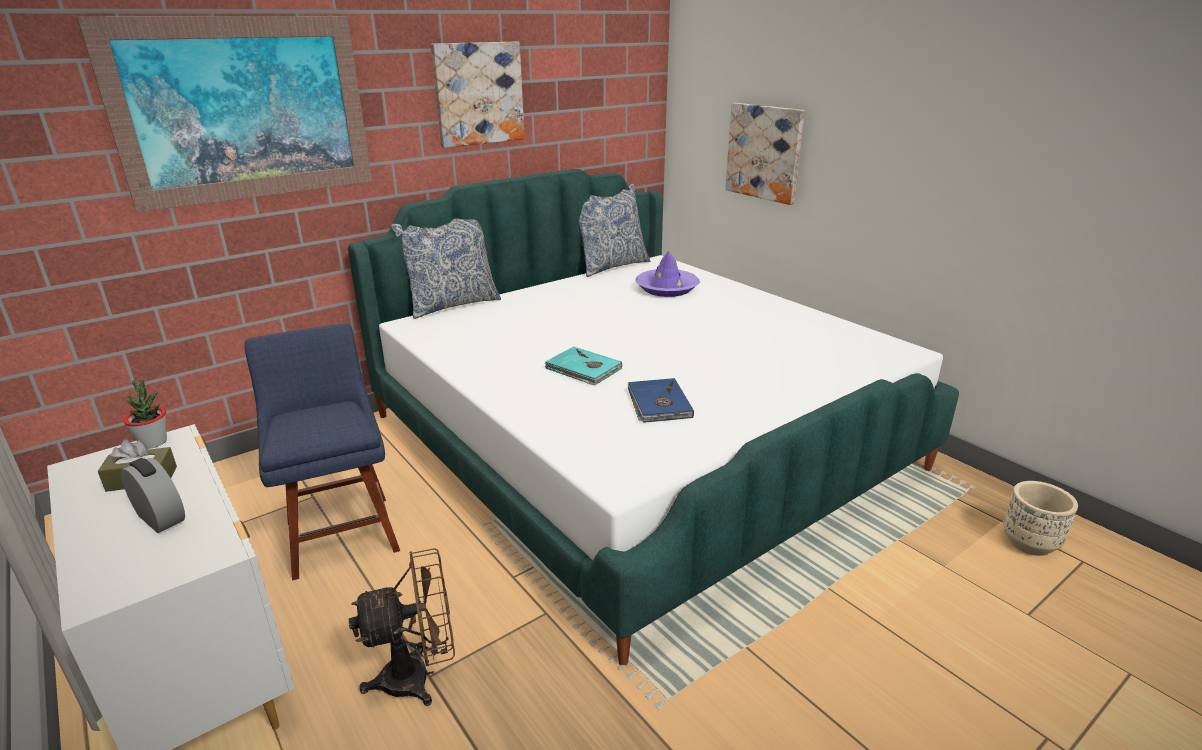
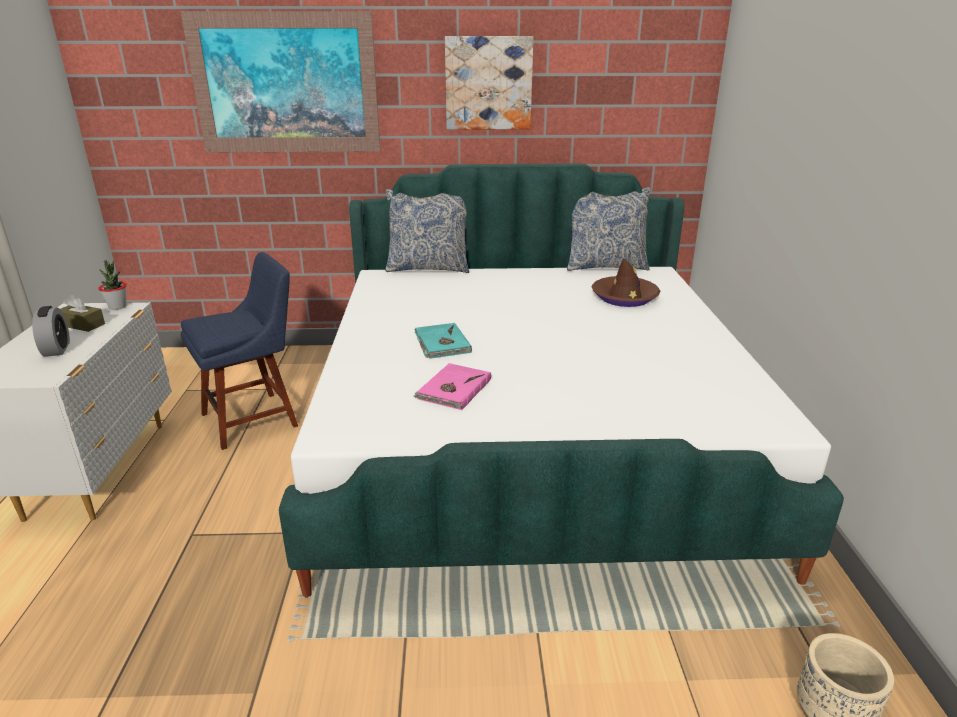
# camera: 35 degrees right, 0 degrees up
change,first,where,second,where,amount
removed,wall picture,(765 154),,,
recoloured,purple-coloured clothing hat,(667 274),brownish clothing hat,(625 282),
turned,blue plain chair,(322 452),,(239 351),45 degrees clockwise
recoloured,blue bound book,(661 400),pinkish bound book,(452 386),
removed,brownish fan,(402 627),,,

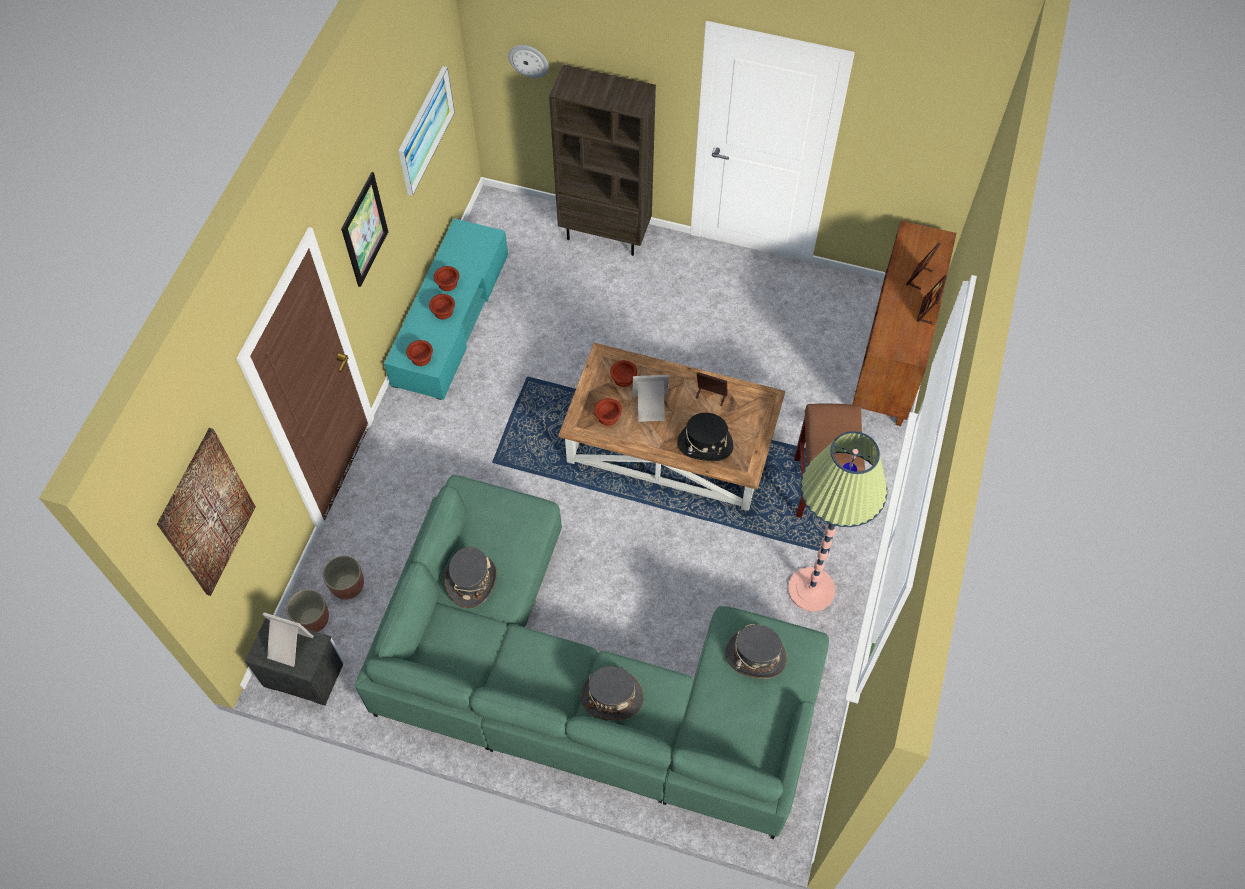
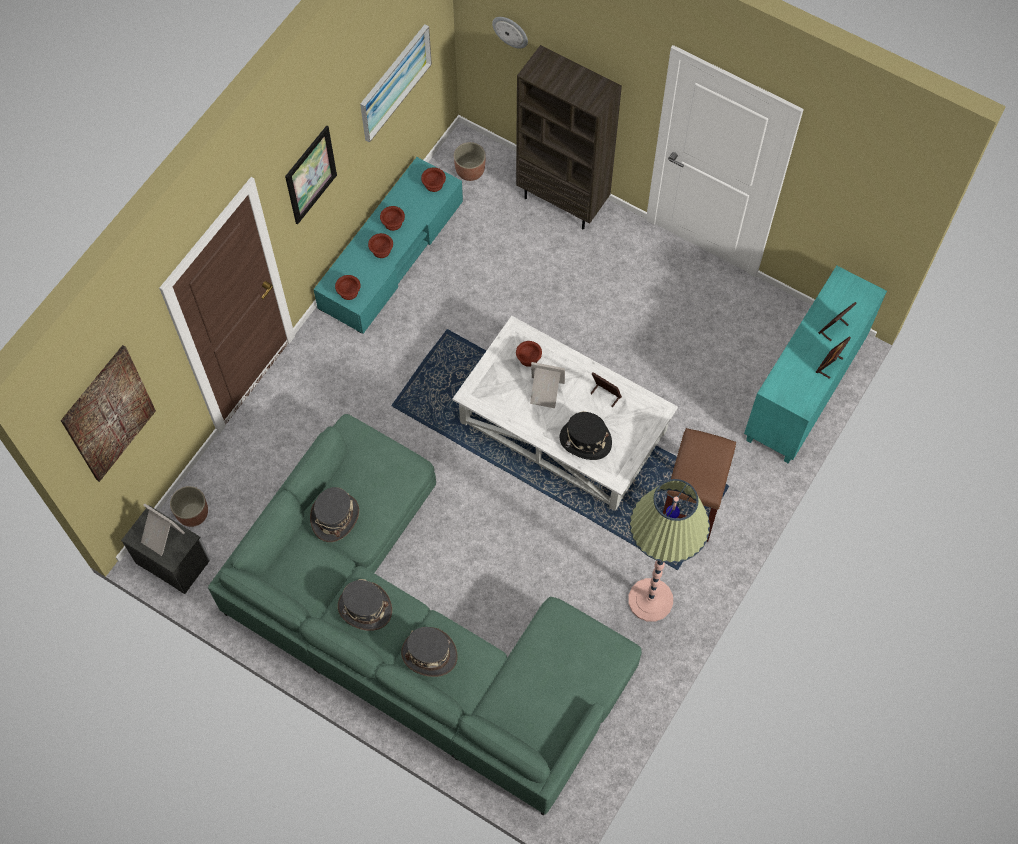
# camera: 15 degrees right, 5 degrees up
change,first,where,second,where,amount
recoloured,brownish storage cabinet,(904 323),turquoise storage cabinet,(815 364),
recoloured,brownish coffee table,(672 427),whitish coffee table,(565 413),
moved,brownish serving bowl,(608 411),,(433 179),
moved,planter,(343 578),,(470 161),
moved,gray clothing hat,(756 651),,(365 605),

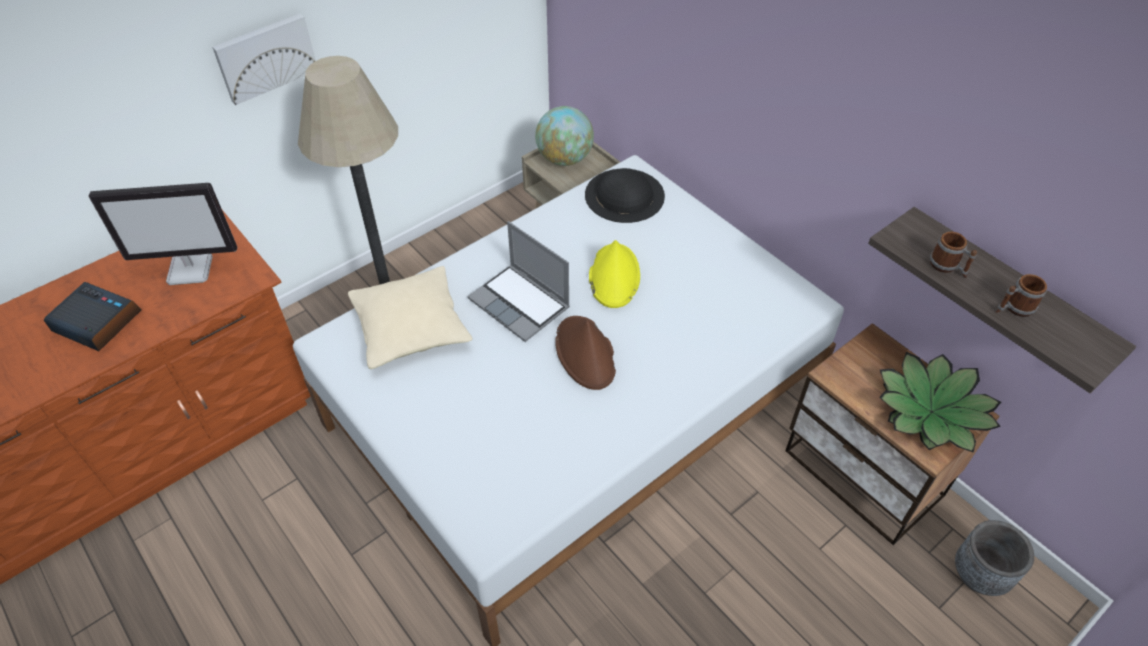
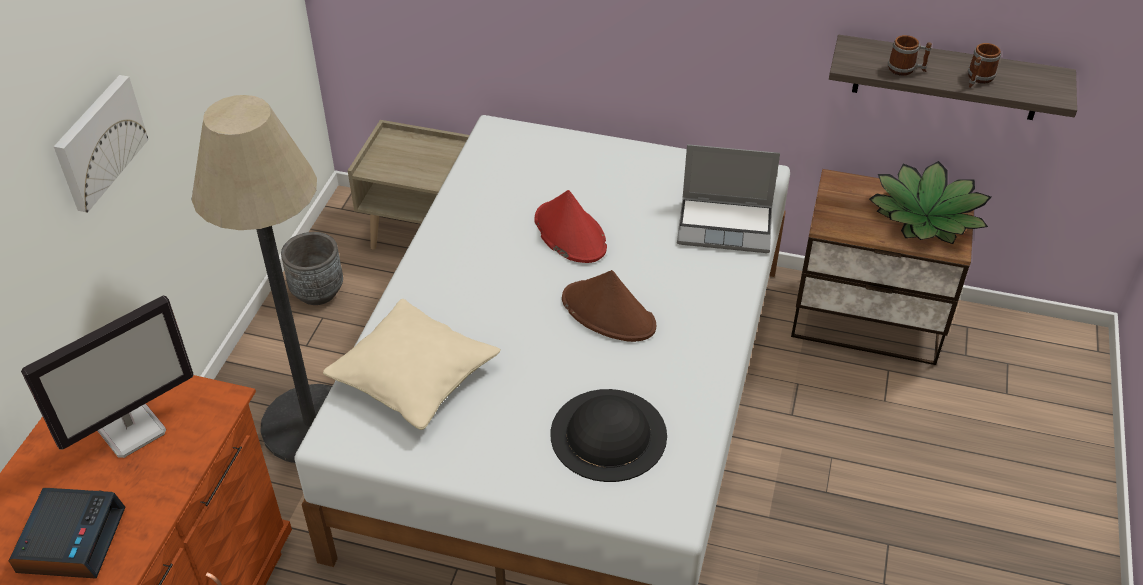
# camera: 35 degrees left, 5 degrees down
change,first,where,second,where,amount
removed,globe,(564 136),,,
moved,black-coloured clothing hat,(625 195),,(608 435),
moved,notebook computer,(519 281),,(728 198),
recoloured,yellow clothing hat,(614 274),reddish clothing hat,(570 226),
turned,table clock,(93 316),,(67 533),105 degrees clockwise
moved,gray planter,(994 558),,(312 268),

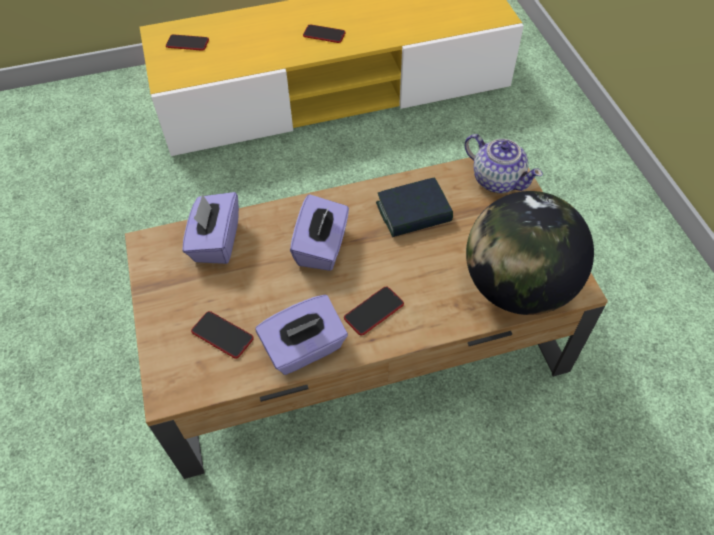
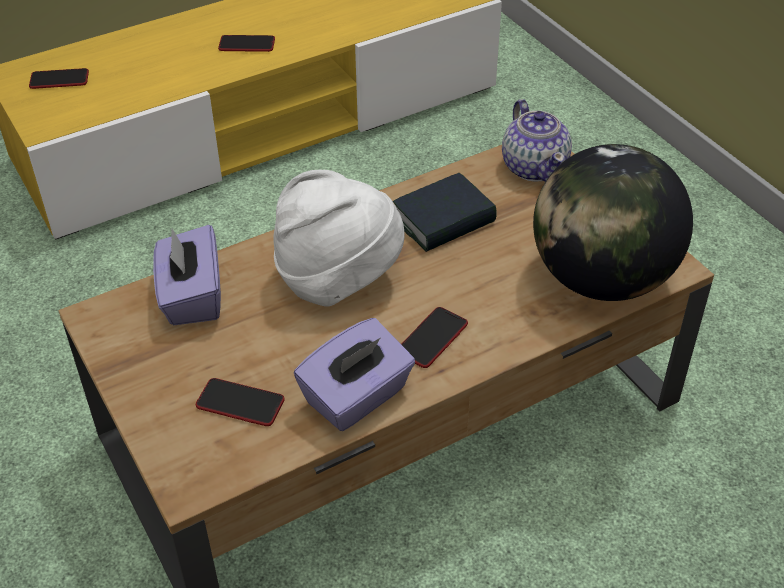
# camera: 15 degrees left, 10 degrees down
change,first,where,second,where,amount
turned,tea pot,(503 163),,(537 140),45 degrees clockwise
replaced,purple-coloured tissue box,(319 232),whitish clothing hat,(338 238),

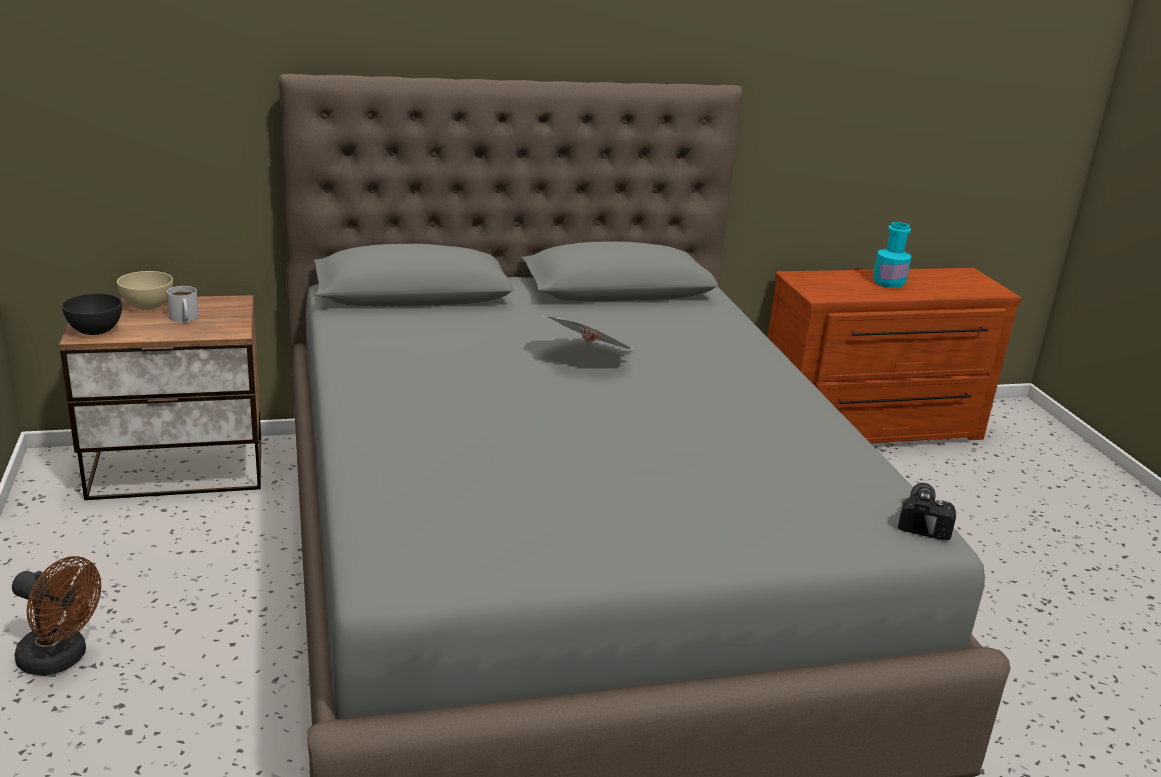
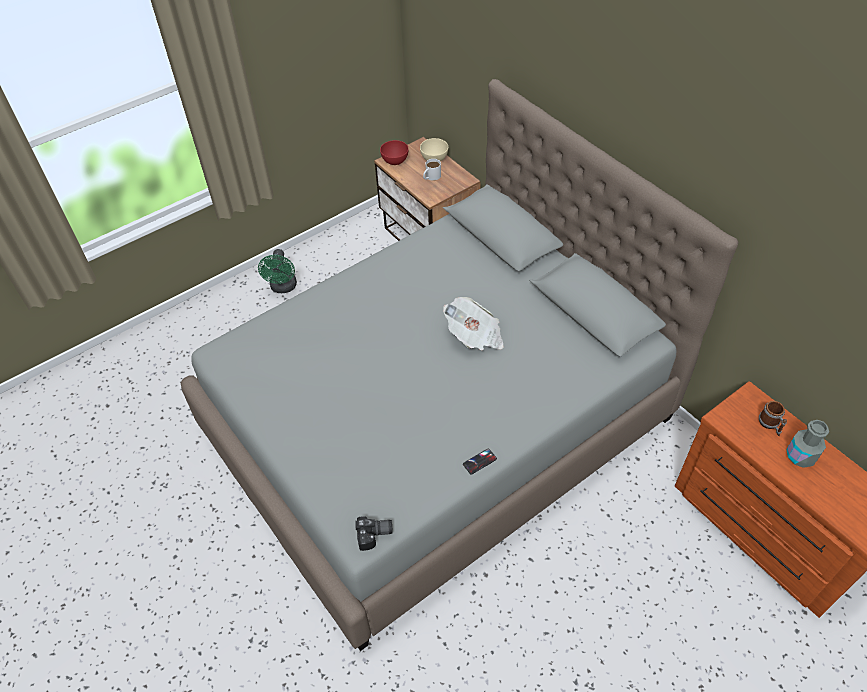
# camera: 70 degrees right, 25 degrees up
change,first,where,second,where,amount
recoloured,turquoise drink bottle,(892 255),gray drink bottle,(808 444),
recoloured,gray serving bowl,(92 314),reddish serving bowl,(394 152),
recoloured,brownish fan,(56 616),greenish fan,(277 271),
added,,,mug,(773 418),
added,,,telephone,(480 462),

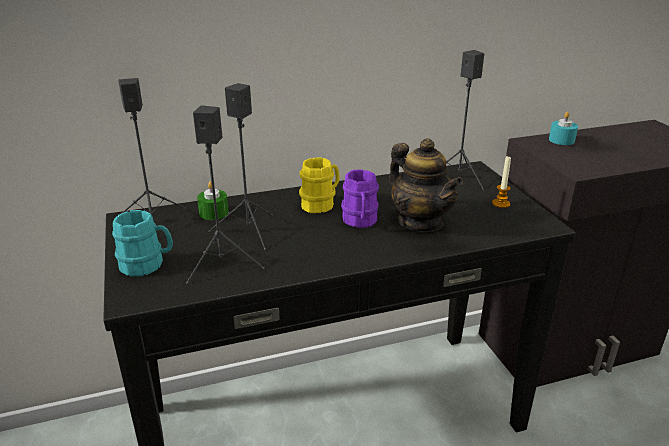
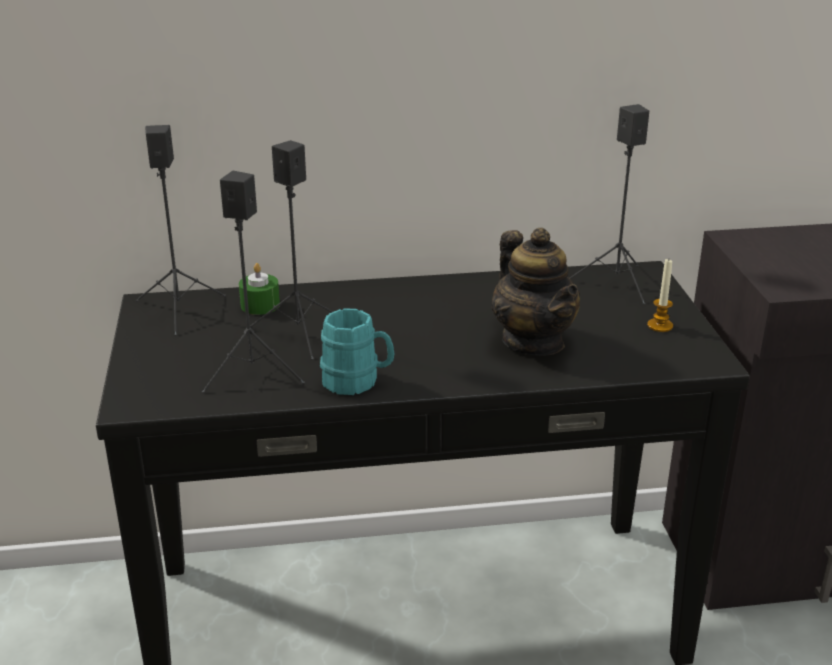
# camera: 10 degrees right, 0 degrees up
change,first,where,second,where,amount
removed,turquoise wax candle,(563 128),,,
removed,yellow mug,(319 185),,,
removed,purple-coloured mug,(360 198),,,
moved,turquoise mug,(142 243),,(357 351),

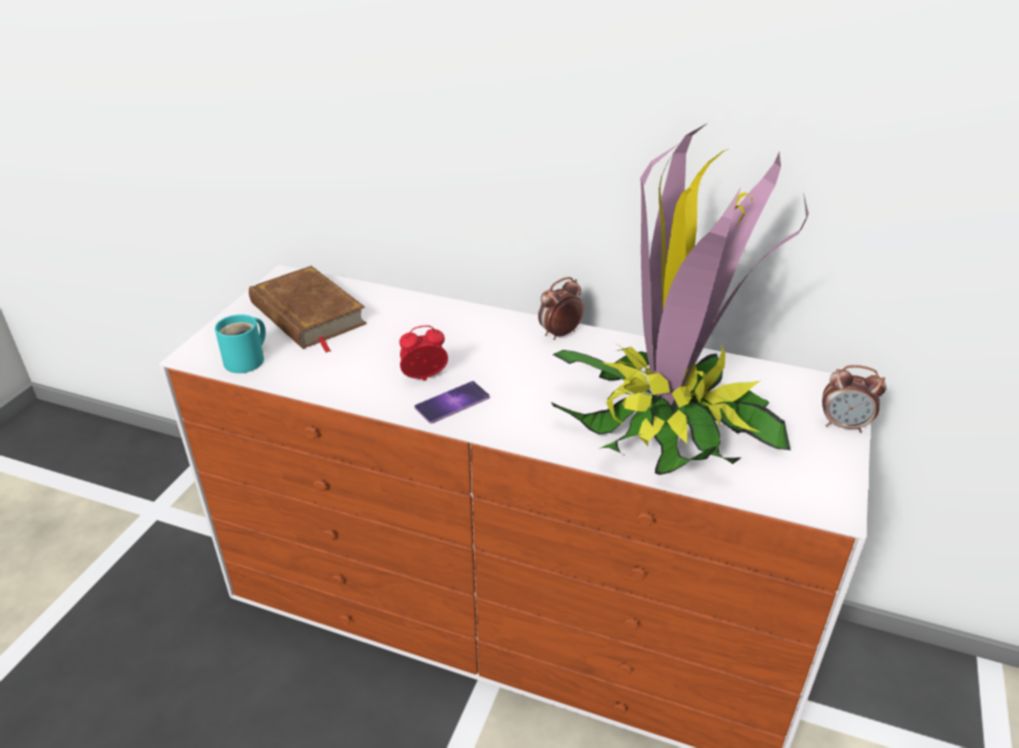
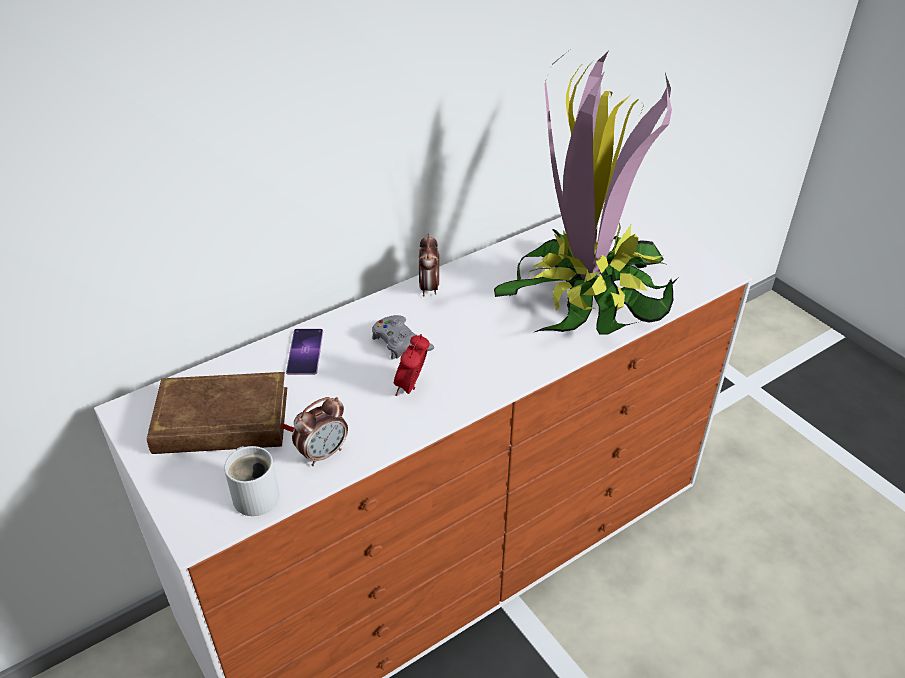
# camera: 55 degrees left, 5 degrees up
change,first,where,second,where,amount
recoloured,turquoise mug,(240 343),whitish mug,(252 481),
moved,table clock,(854 399),,(320 431),
moved,telephone,(452 402),,(304 352),
added,,,gray gamepad,(403 337),

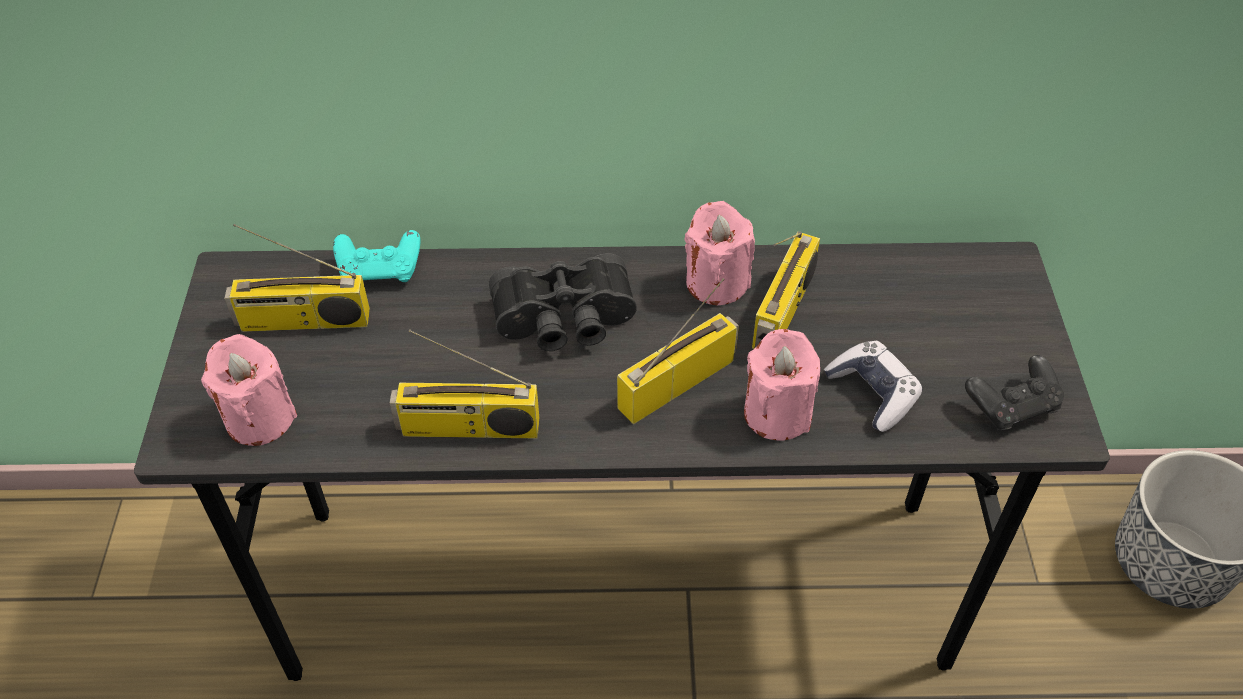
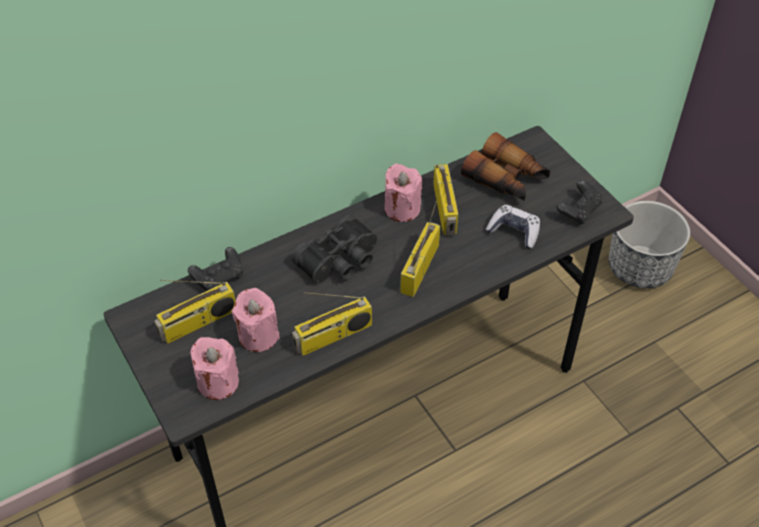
# camera: 30 degrees left, 0 degrees up
change,first,where,second,where,amount
recoloured,turquoise gamepad,(376 256),black-coloured gamepad,(215 269),
moved,pinkish wax candle,(782 385),,(256 320),
added,,,binoculars,(505 166),

